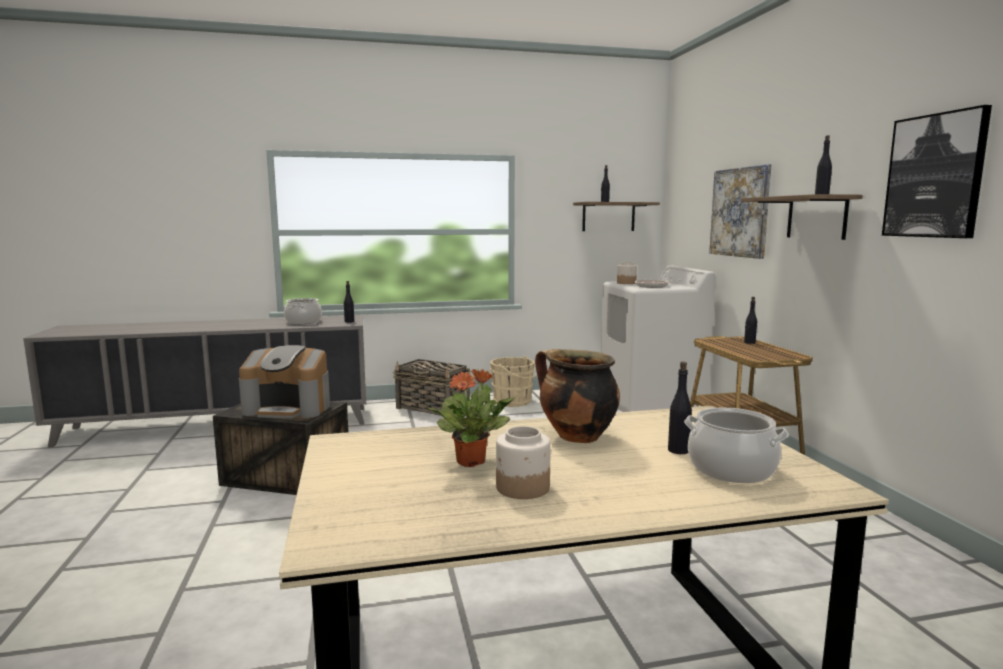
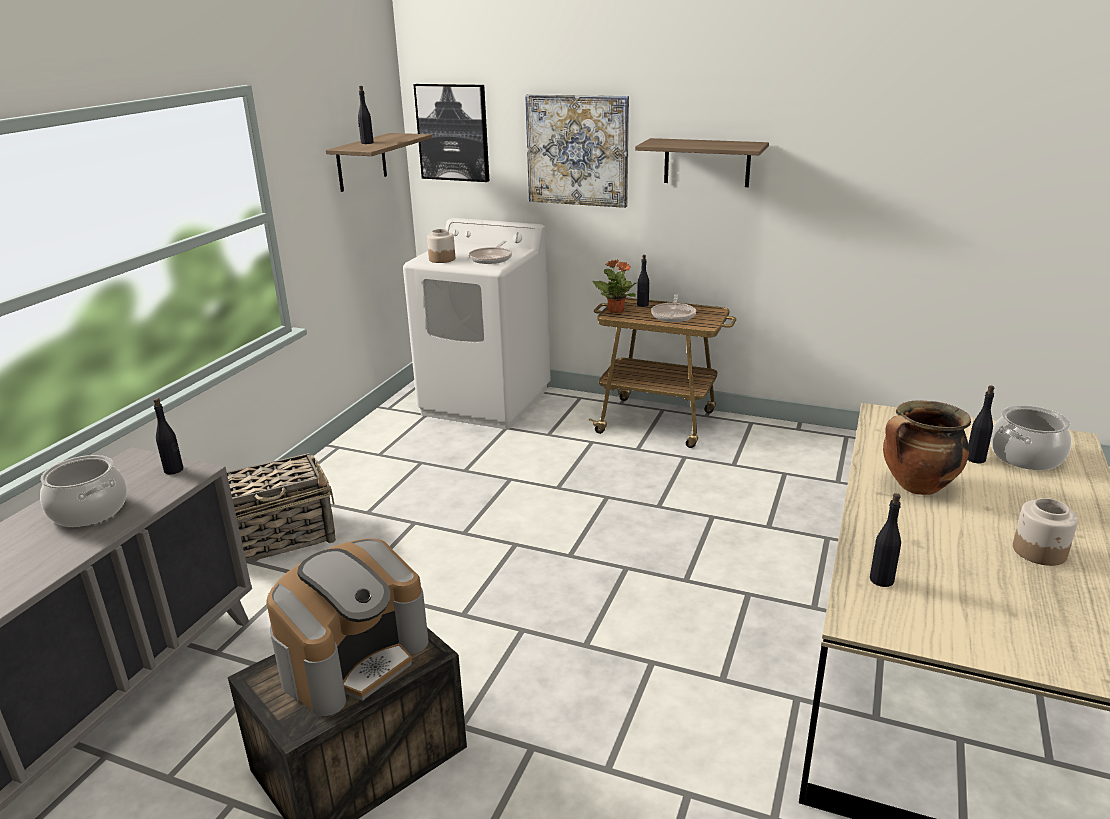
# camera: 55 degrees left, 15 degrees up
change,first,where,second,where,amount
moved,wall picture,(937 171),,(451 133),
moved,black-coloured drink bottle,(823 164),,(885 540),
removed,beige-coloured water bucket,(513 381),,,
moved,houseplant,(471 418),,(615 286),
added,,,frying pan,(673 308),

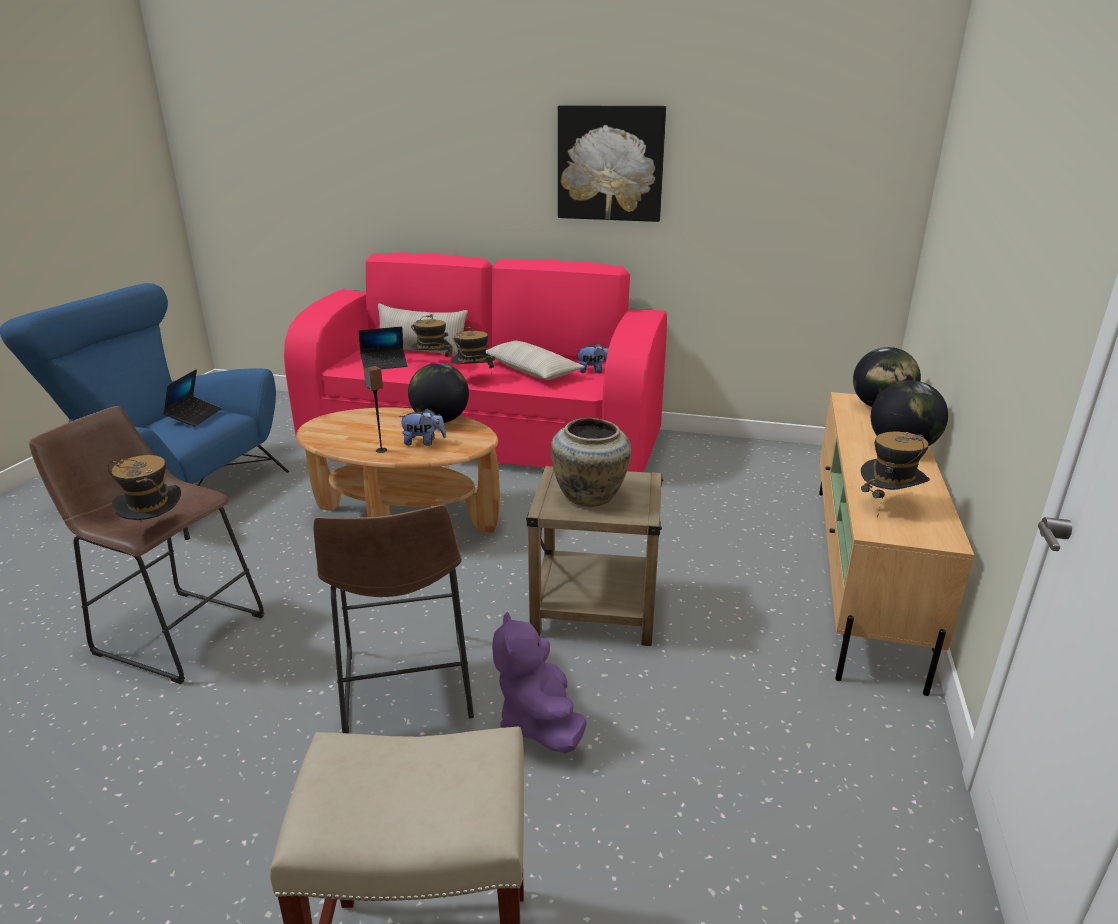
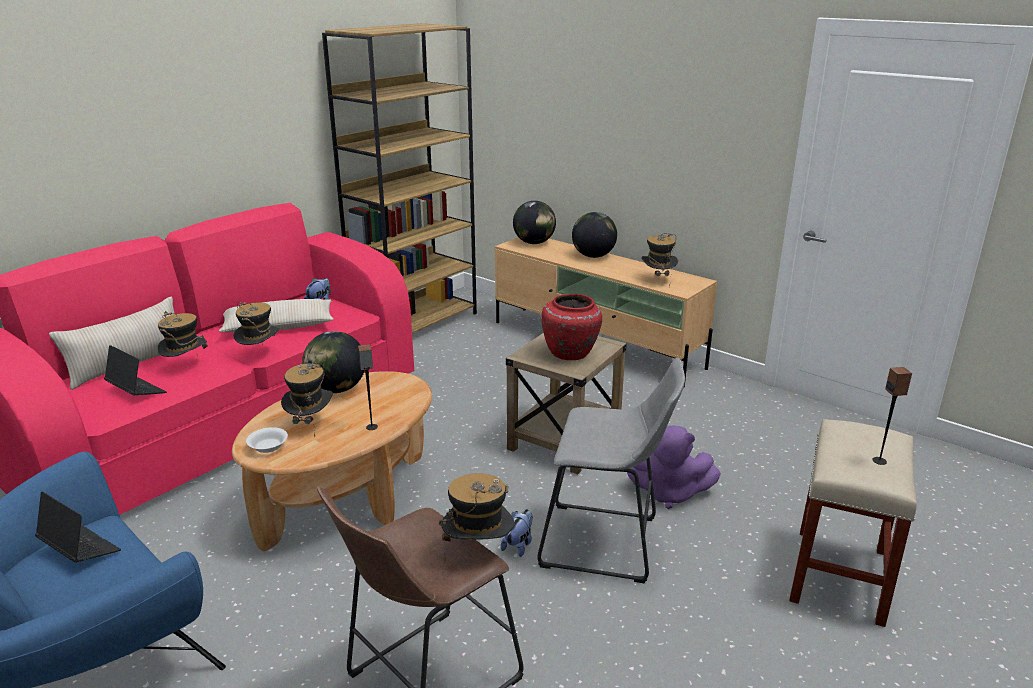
# camera: 65 degrees left, 0 degrees up
change,first,where,second,where,amount
removed,wall picture,(612 163),,,
turned,notebook computer,(383 347),,(135 370),60 degrees counterclockwise
moved,plush toy,(422 427),,(517 533),
recoloured,beige-coloured decorative vase,(591 462),reddish decorative vase,(571 327),
recoloured,brownish stool seat,(393 618),gray stool seat,(611 471),
added,,,brownish shelving unit,(399 178),
added,,,clothing hat,(307 400),
added,,,audio speaker,(892 416),
added,,,whitish serving bowl,(267 440),

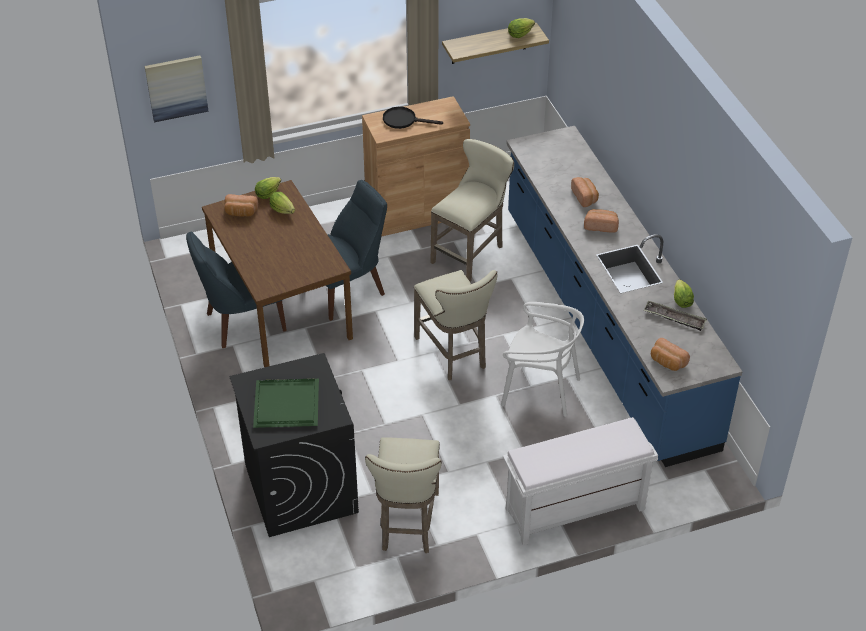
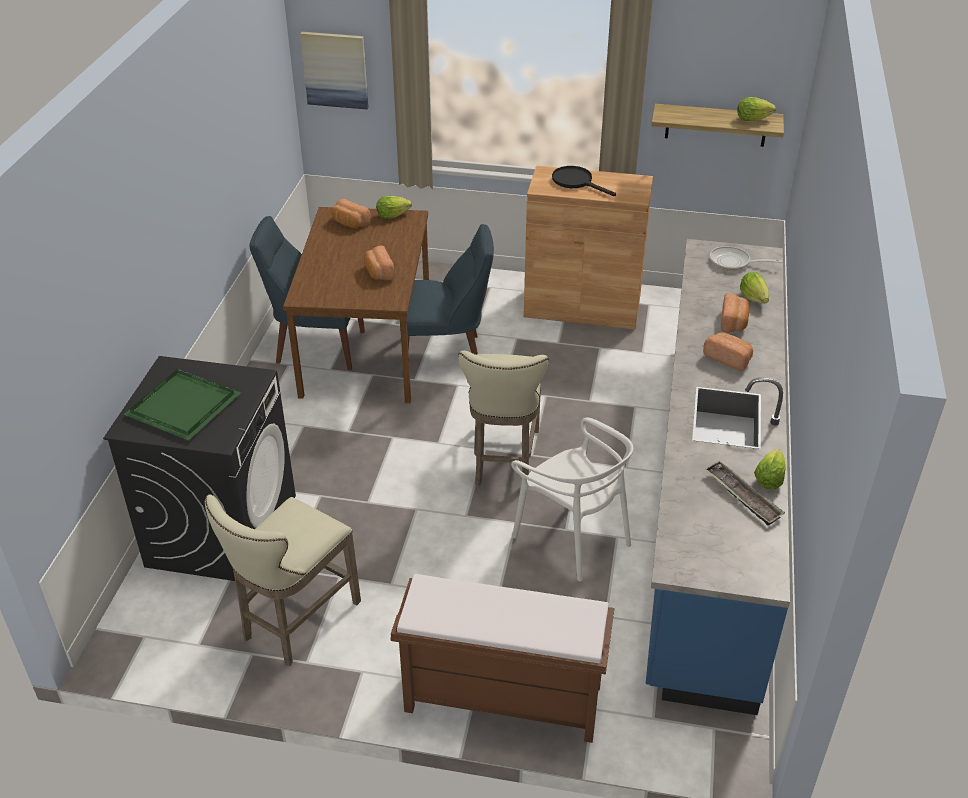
# camera: 30 degrees right, 5 degrees down
change,first,where,second,where,amount
removed,beige-coloured stool seat,(472 210),,,
moved,head of lettuce,(282 203),,(754 288),
moved,bread,(670 354),,(379 262),
recoloured,whitish indoor bench,(580 481),brownish indoor bench,(502 658),
added,,,frying pan,(746 258),

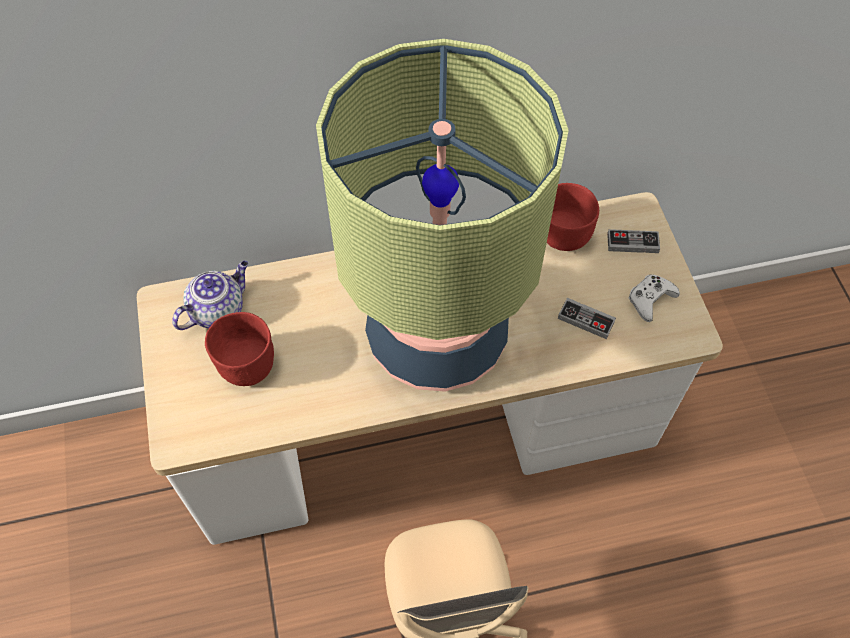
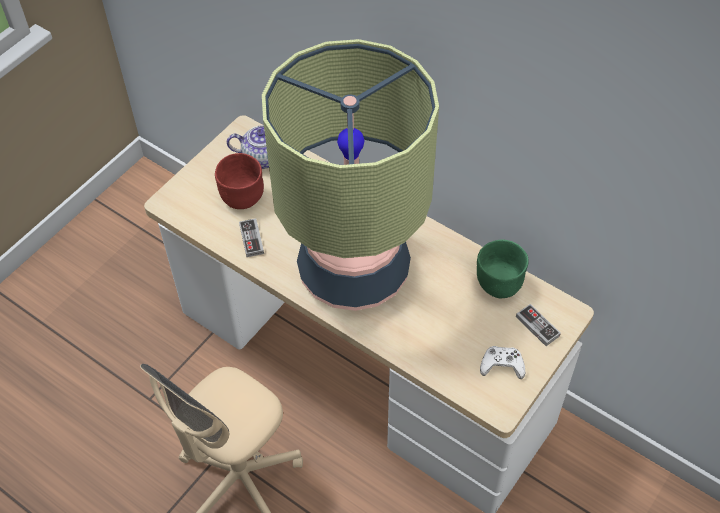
# camera: 50 degrees right, 5 degrees down
change,first,where,second,where,amount
recoloured,reddish serving bowl,(573 217),greenish serving bowl,(503 269),
moved,gamepad,(587 318),,(251 237),

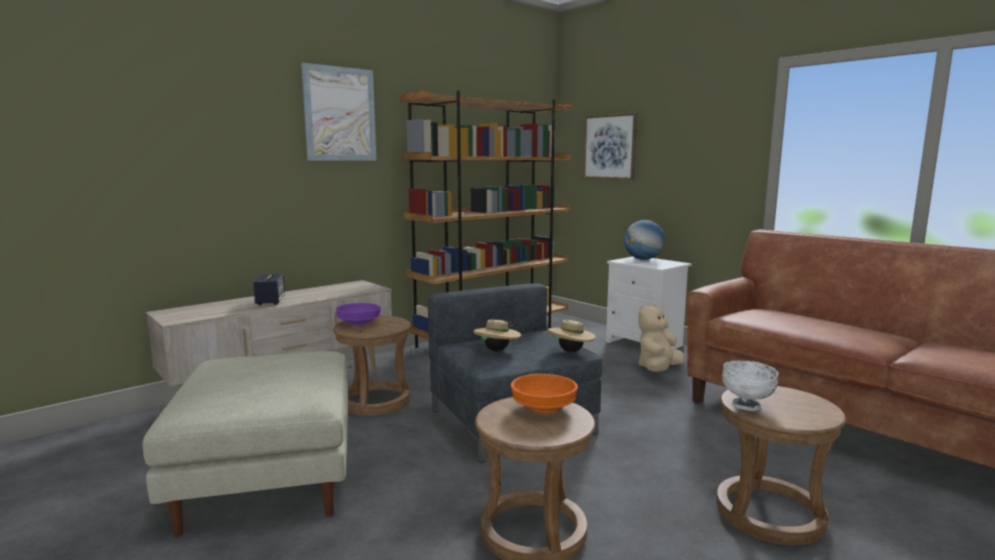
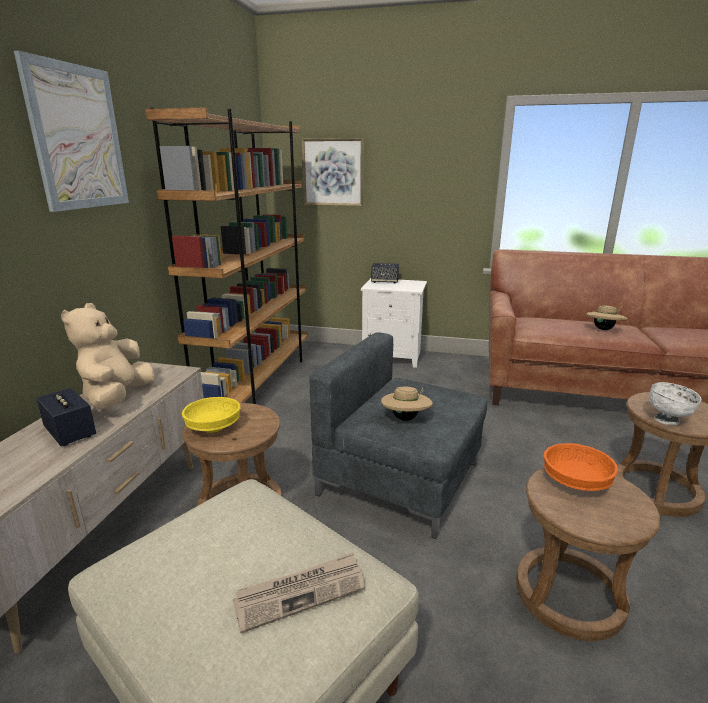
# camera: 35 degrees left, 10 degrees up
change,first,where,second,where,amount
replaced,globe,(644 240),audio speaker,(385 273),
recoloured,purple-coloured serving bowl,(358 314),yellow serving bowl,(211 415),
moved,beige-coloured plush toy,(661 338),,(108 356),
moved,beige-coloured clothing hat,(572 336),,(607 317),
added,,,daily paper,(298 593),

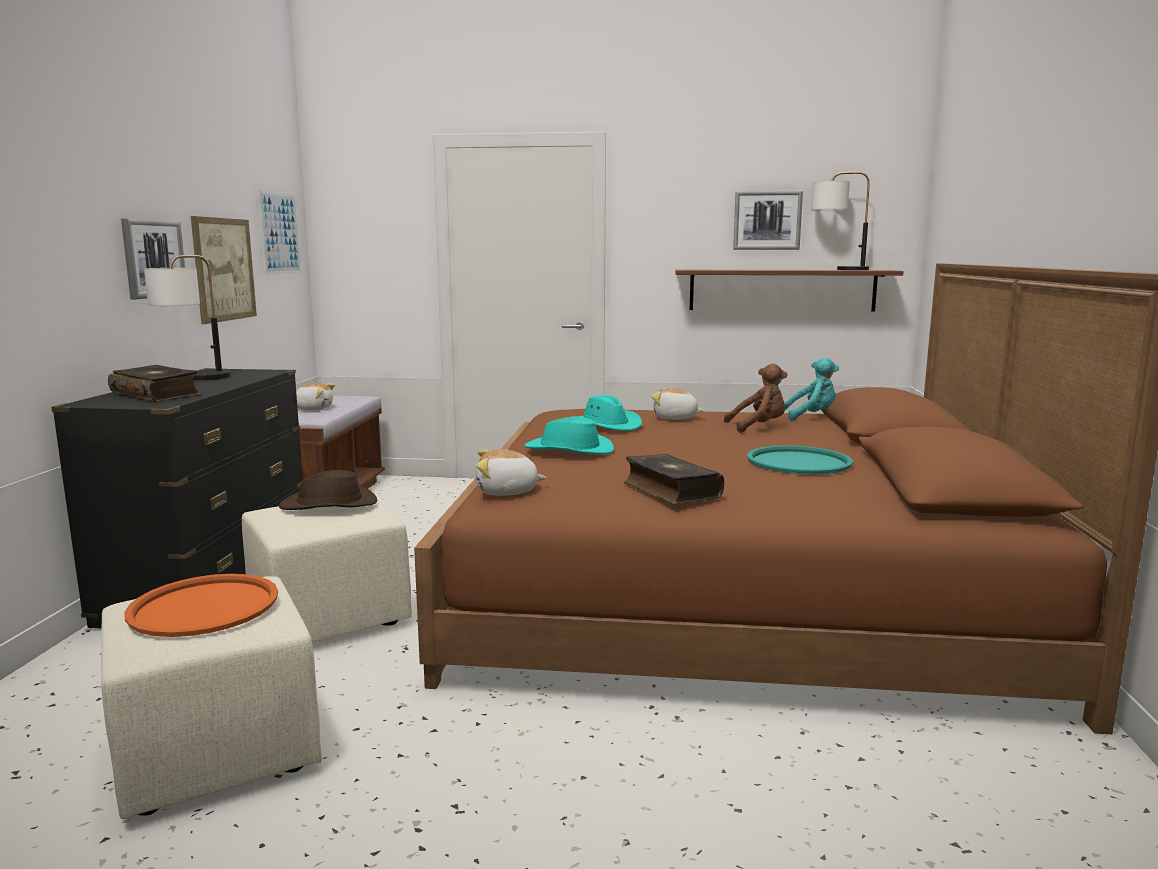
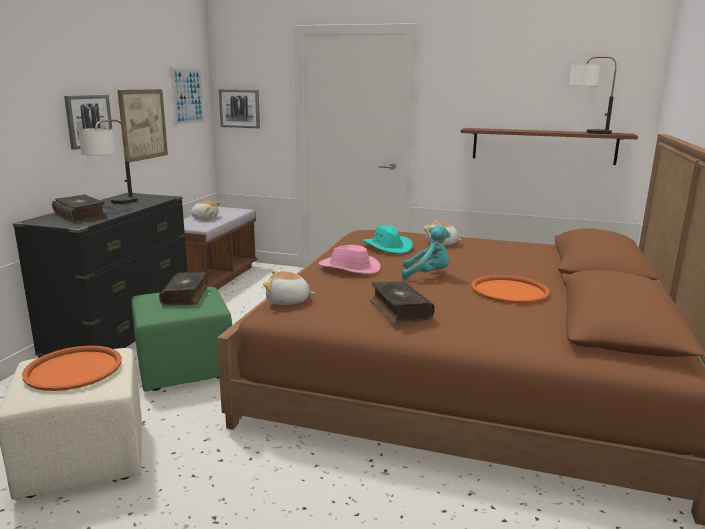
# camera: 10 degrees right, 5 degrees up
change,first,where,second,where,amount
moved,wall picture,(768 220),,(239 108),
moved,turquoise plush toy,(811 389),,(426 251),
removed,brownish plush toy,(755 398),,,
recoloured,turquoise clothing hat,(569 435),pinkish clothing hat,(349 259),
recoloured,turquoise carrying tray,(800 459),orange carrying tray,(510 289),
replaced,brownish clothing hat,(328 490),bound book,(183 289),
recoloured,beige-coloured ottoman,(327 572),greenish ottoman,(182 339),

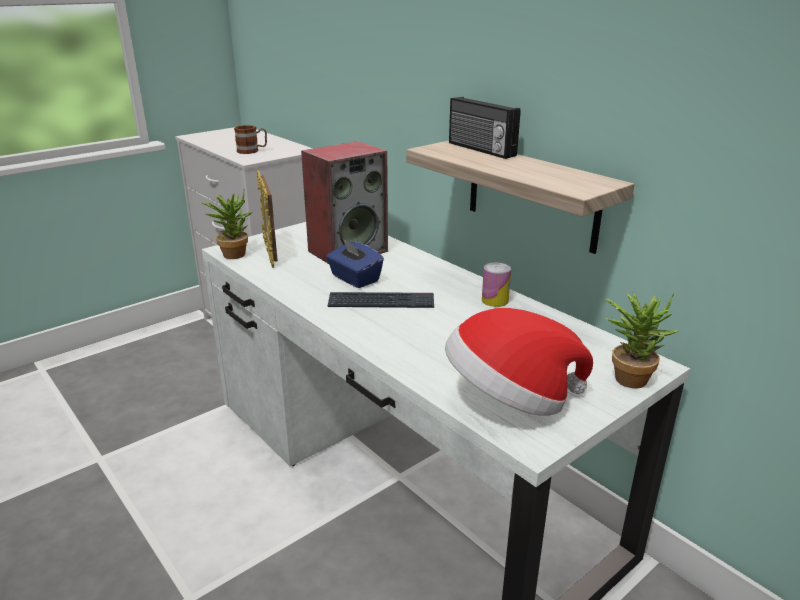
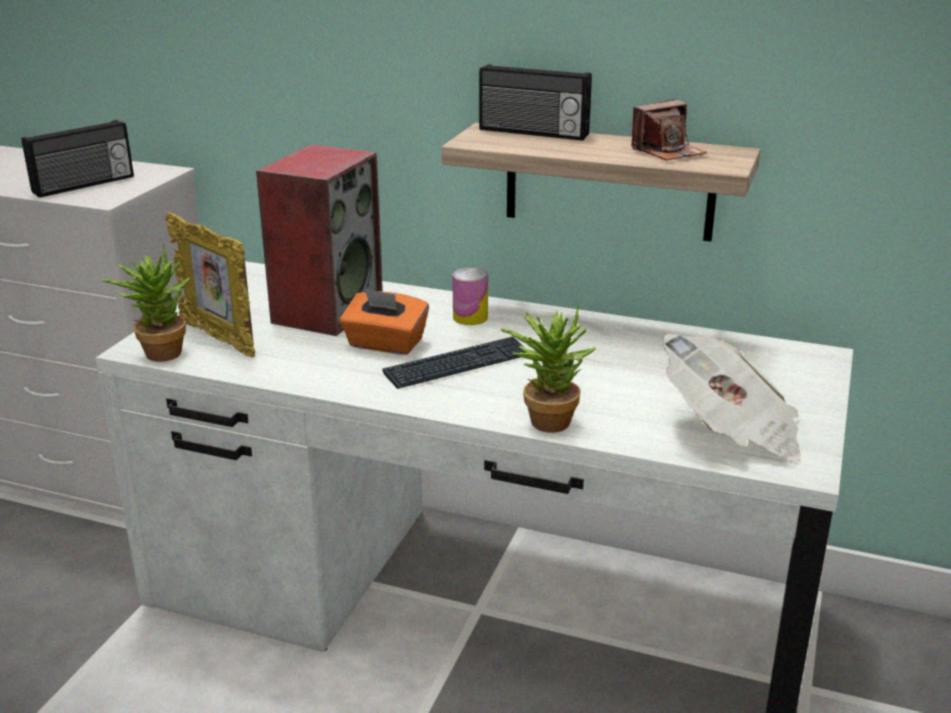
# camera: 30 degrees left, 0 degrees up
change,first,where,second,where,amount
replaced,mug,(250 139),radio set,(77 159),
recoloured,blue tissue box,(355 263),orange tissue box,(384 322),
moved,can,(496 285),,(470 296),
moved,houseplant,(641 340),,(548 368),
replaced,clothing hat,(519 362),daily paper,(731 398),
added,,,photo camera,(669 130),

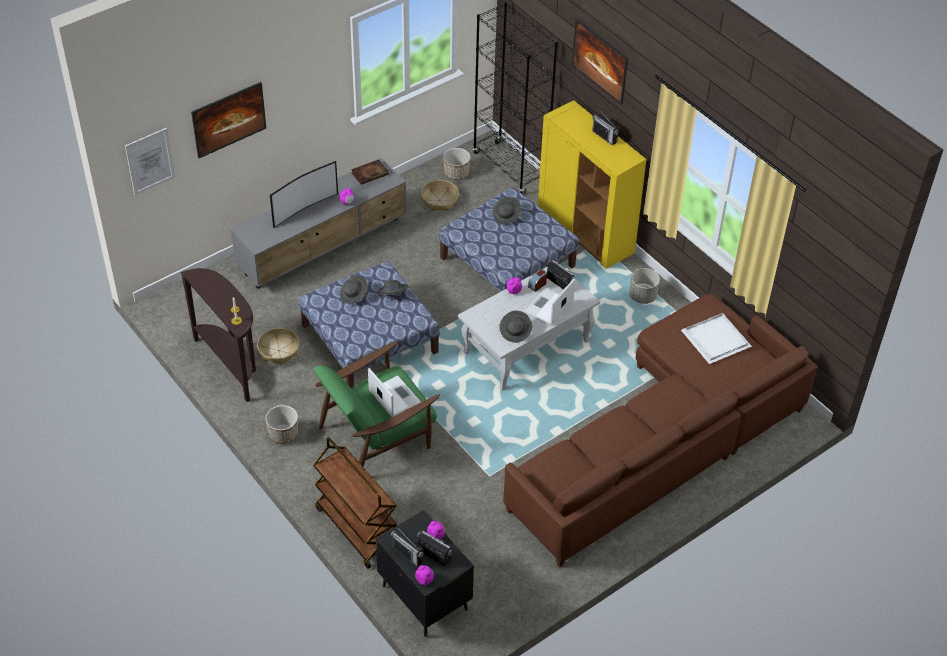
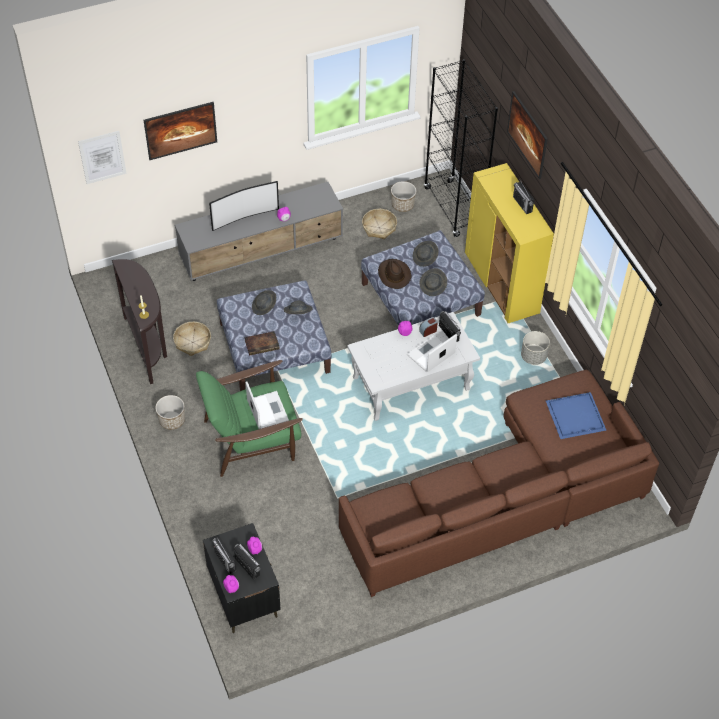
# camera: 15 degrees right, 5 degrees up
change,first,where,second,where,amount
moved,bound book,(370 172),,(262 343),
moved,gray clothing hat,(515 326),,(433 282),
recoloured,whitish carrying tray,(716 338),blue carrying tray,(576 415),
removed,brownish cart,(355 503),,,
added,,,brownish clothing hat,(394 274),

